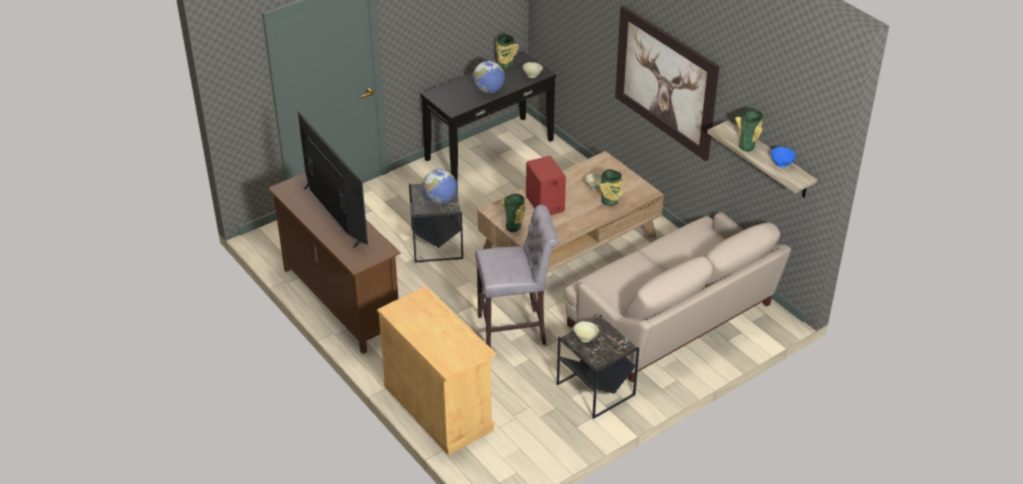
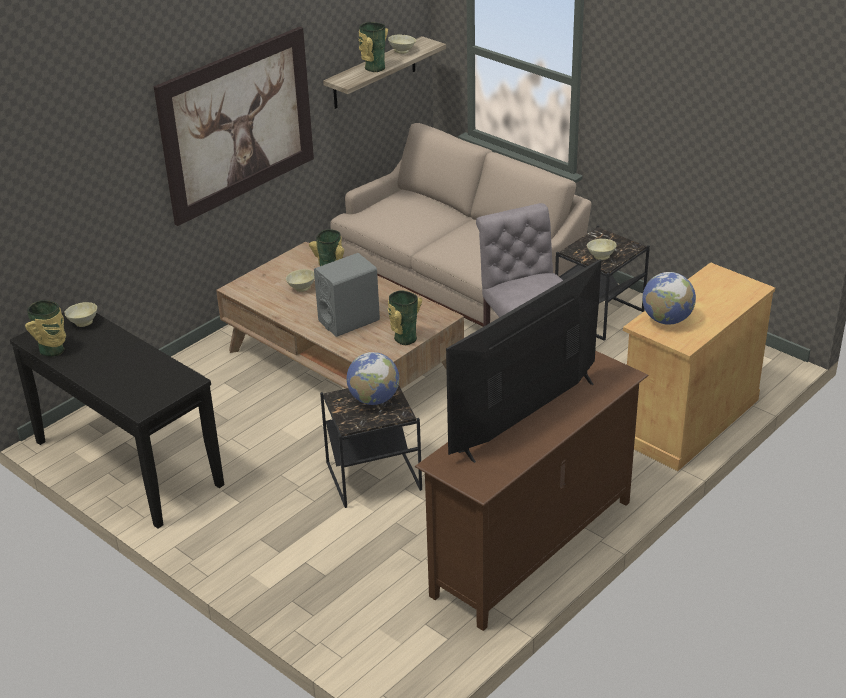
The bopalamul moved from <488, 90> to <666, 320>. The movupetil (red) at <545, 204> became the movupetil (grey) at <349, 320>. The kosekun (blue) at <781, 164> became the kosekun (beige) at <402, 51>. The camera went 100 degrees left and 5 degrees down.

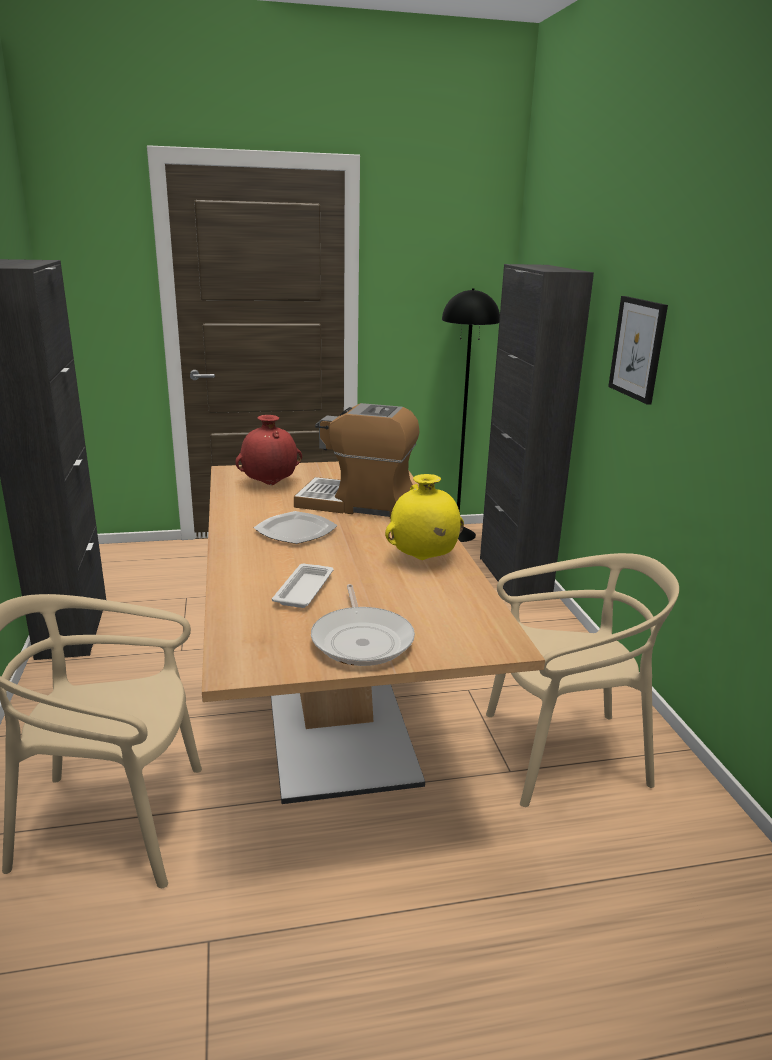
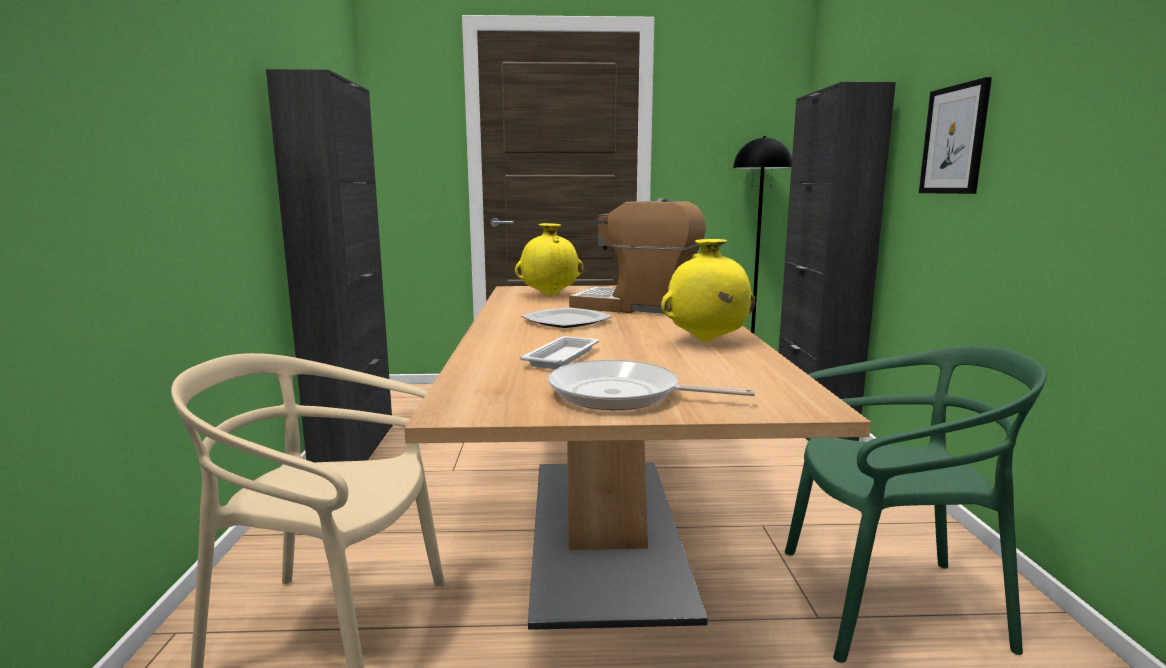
The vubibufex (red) at <270, 484> became the vubibufex (yellow) at <550, 295>. The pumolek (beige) at <564, 753> became the pumolek (green) at <888, 603>. The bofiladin at <362, 640> turned 105 degrees clockwise. The camera went 10 degrees right and 10 degrees down.

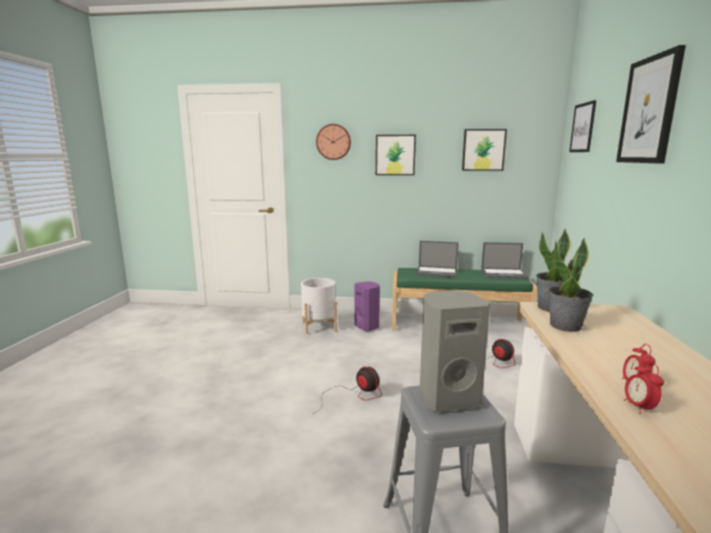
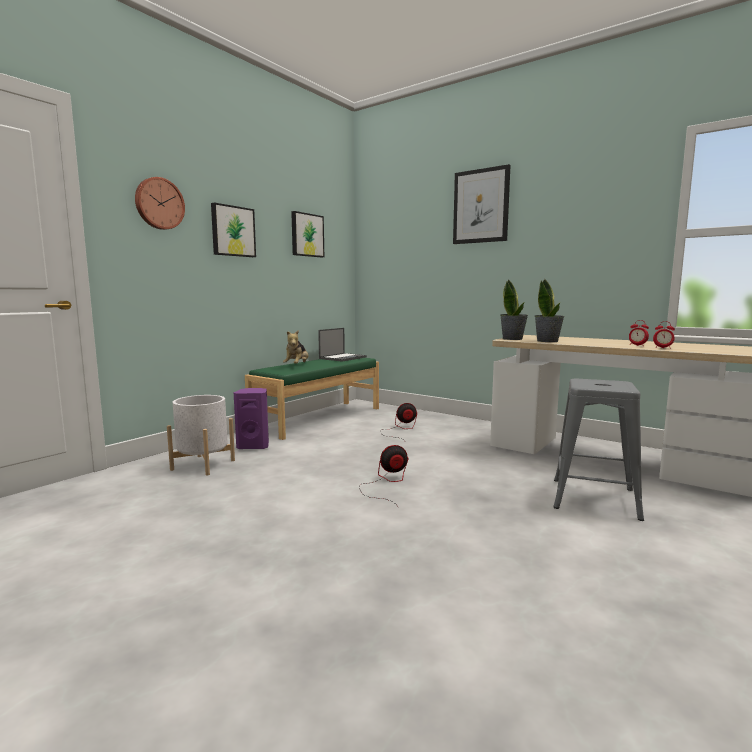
The movupetil (grey) at <447, 398> disappeared. The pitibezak at <582, 127> disappeared. The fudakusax at <437, 272> was replaced by the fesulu at <297, 365>. The camera went 60 degrees left and 5 degrees down.

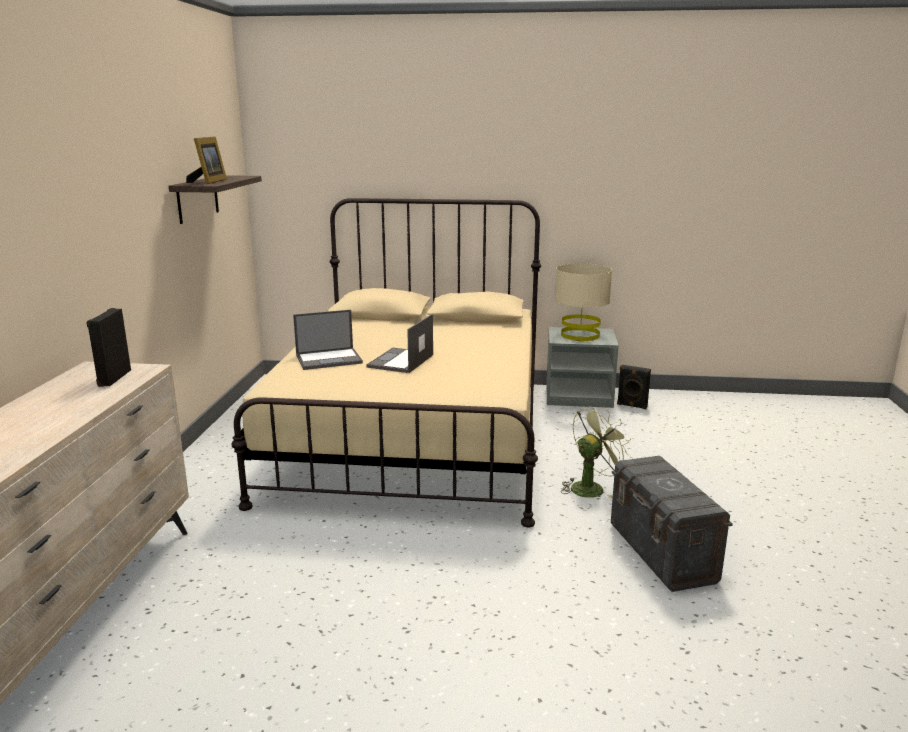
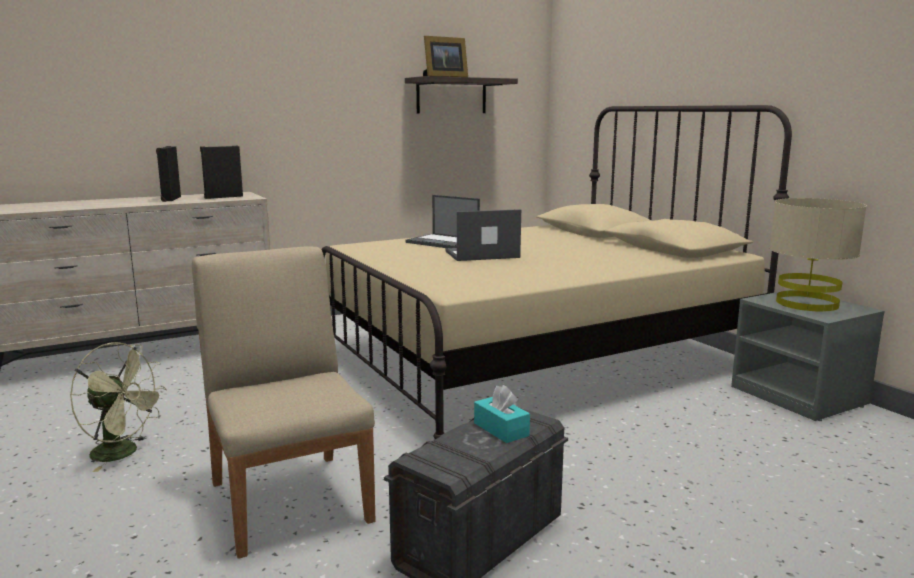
The pumolek (beige) at <290, 500> appeared. The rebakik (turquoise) at <501, 429> appeared. The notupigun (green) moved from <591, 487> to <123, 453>. The movupetil (black) moved from <632, 406> to <170, 199>. The camera went 55 degrees right and 5 degrees down.

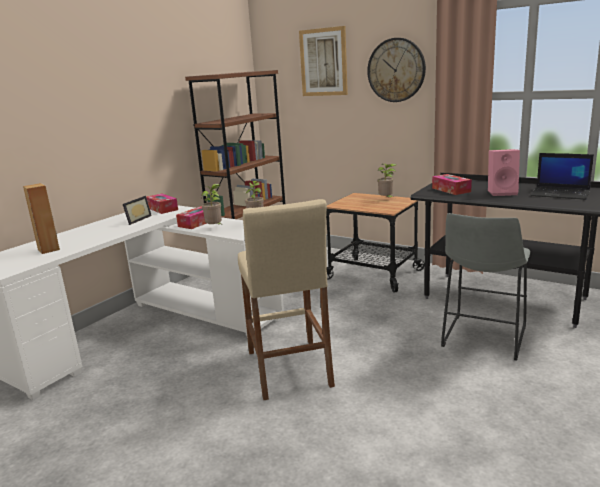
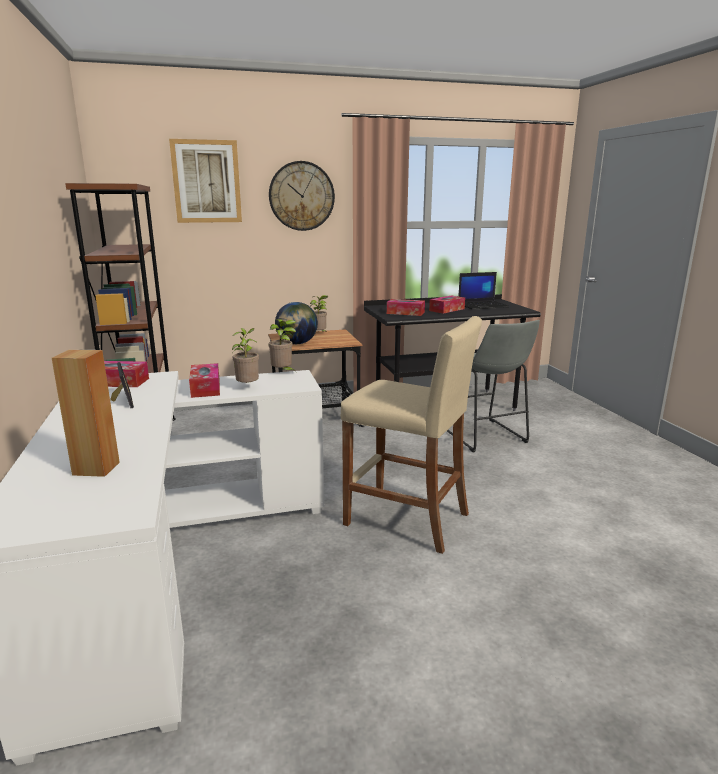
The bopalamul at <297, 343> appeared. The movupetil (pink) at <502, 192> was replaced by the rebakik at <447, 310>. The camera went 50 degrees left and 0 degrees up.

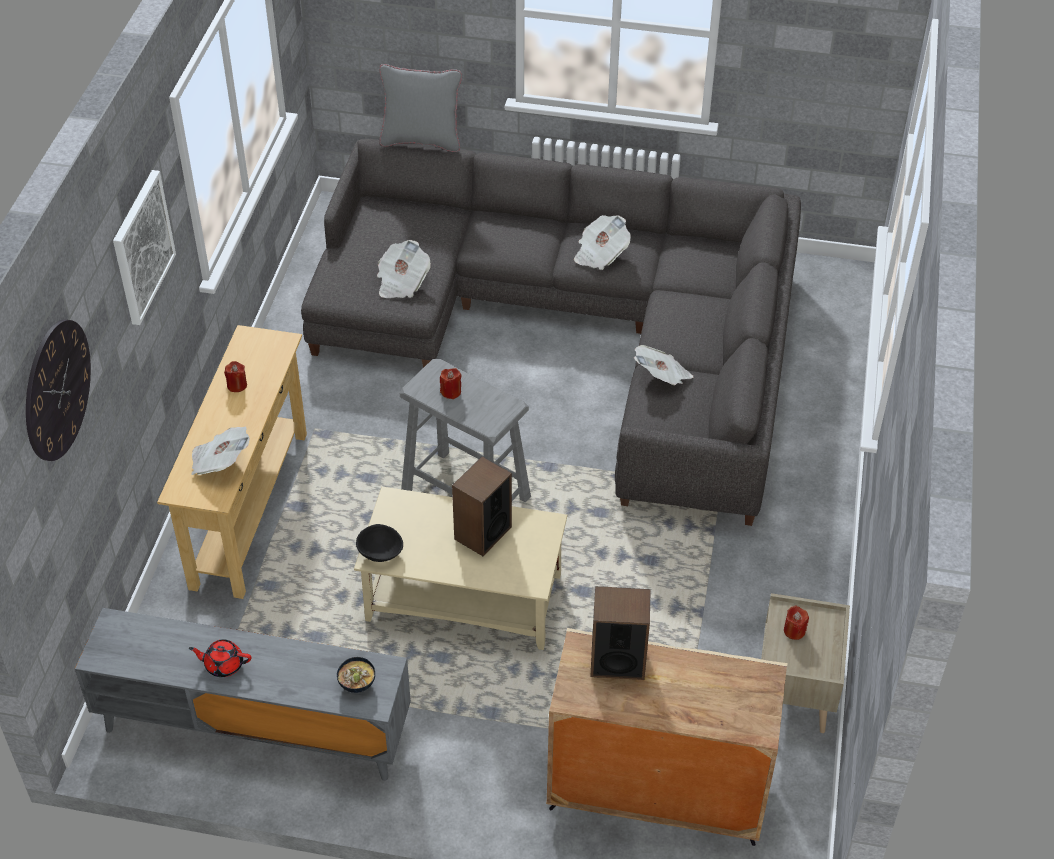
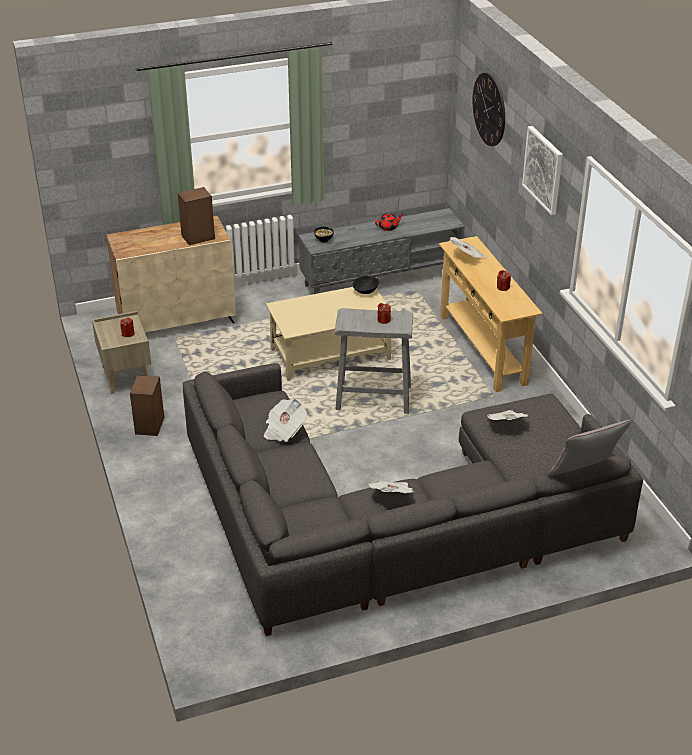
The movupetil moved from <482, 533> to <150, 425>. The camera went 150 degrees right and 10 degrees down.

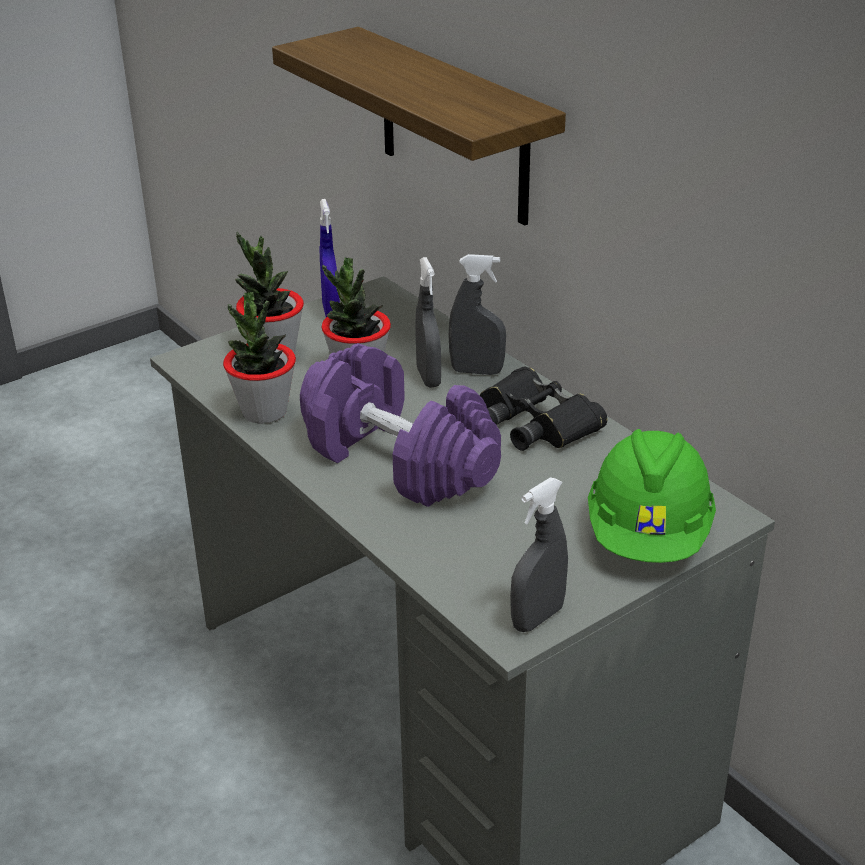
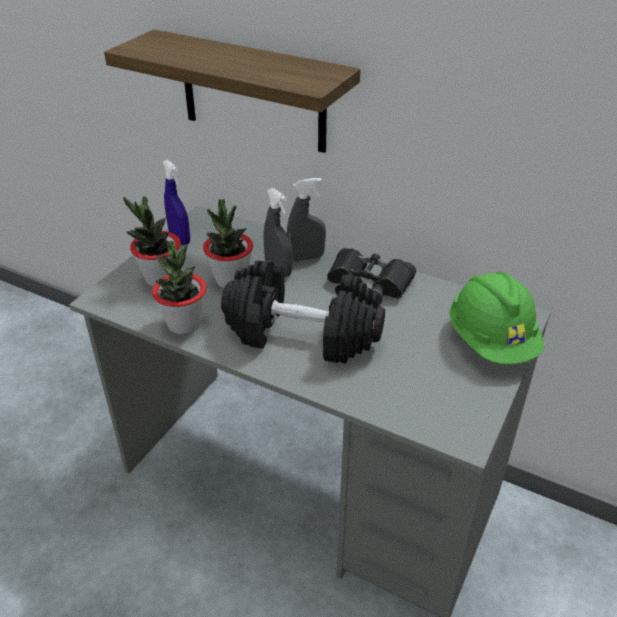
The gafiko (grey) at <537, 618> disappeared. The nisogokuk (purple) at <401, 459> became the nisogokuk (black) at <303, 334>. The camera went 25 degrees left and 5 degrees up.

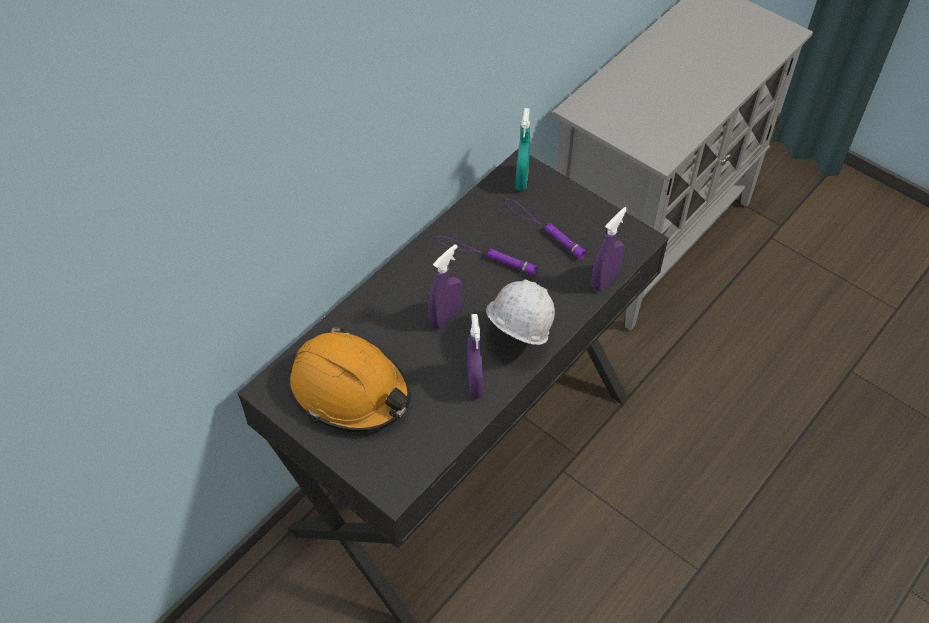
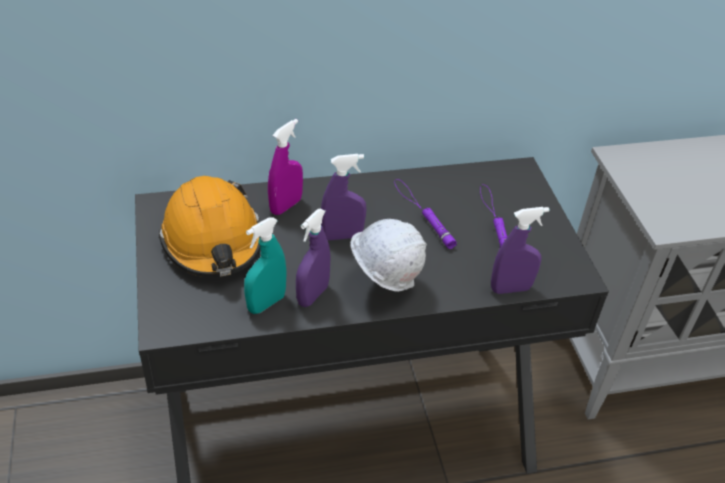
The gafiko (purple) at <286, 206> appeared. The gafiko (turquoise) moved from <521, 180> to <266, 303>. The camera went 35 degrees right and 10 degrees down.

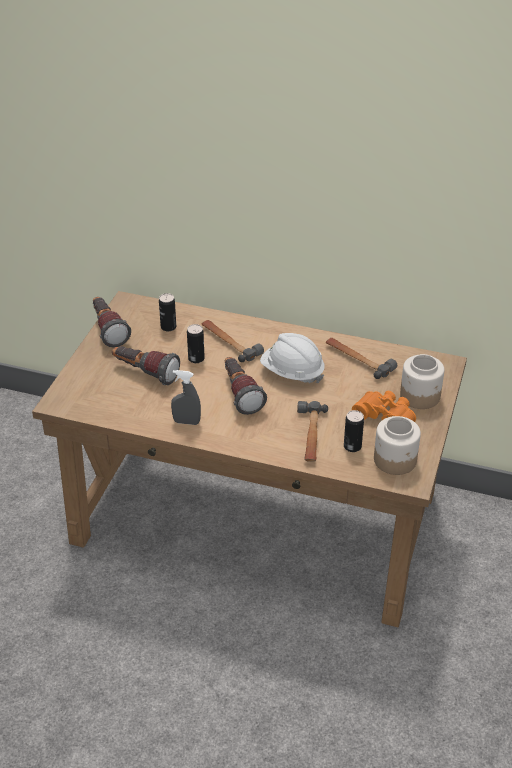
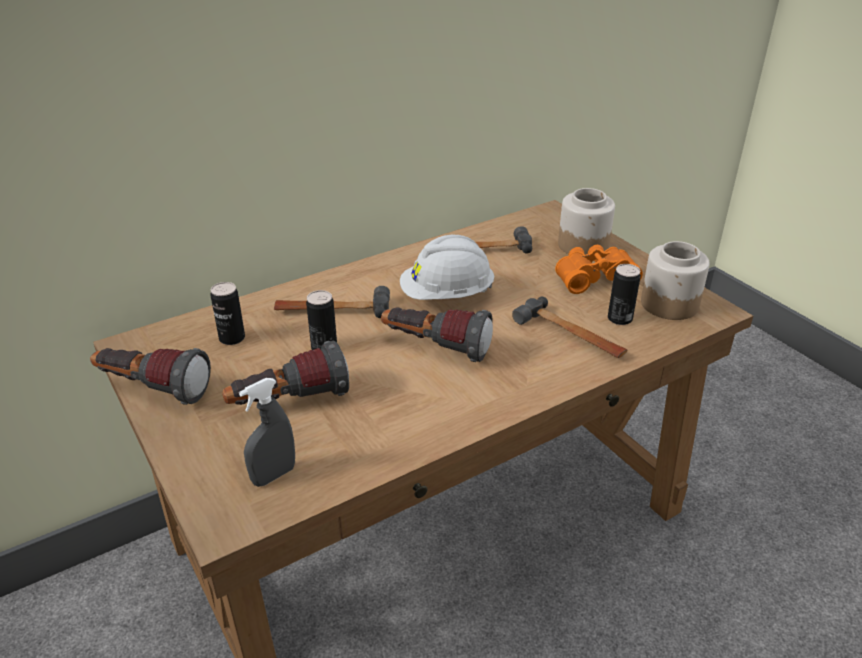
The gafiko (grey) moved from <186, 422> to <273, 475>. The camera went 50 degrees left and 5 degrees down.

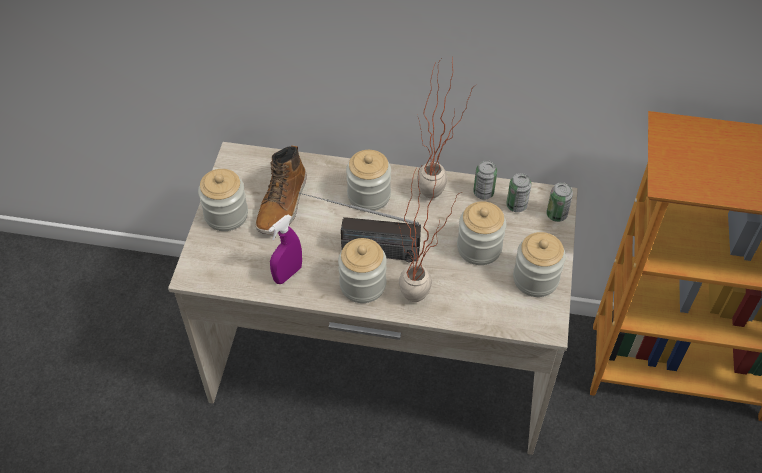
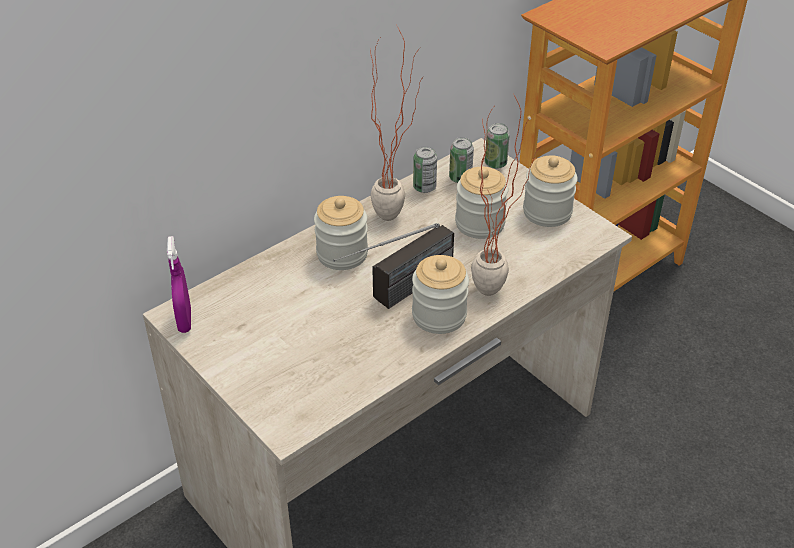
The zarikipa at <226, 215> disappeared. The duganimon at <283, 204> disappeared. The gafiko (purple) moved from <288, 274> to <184, 320>. The camera went 50 degrees left and 10 degrees down.

